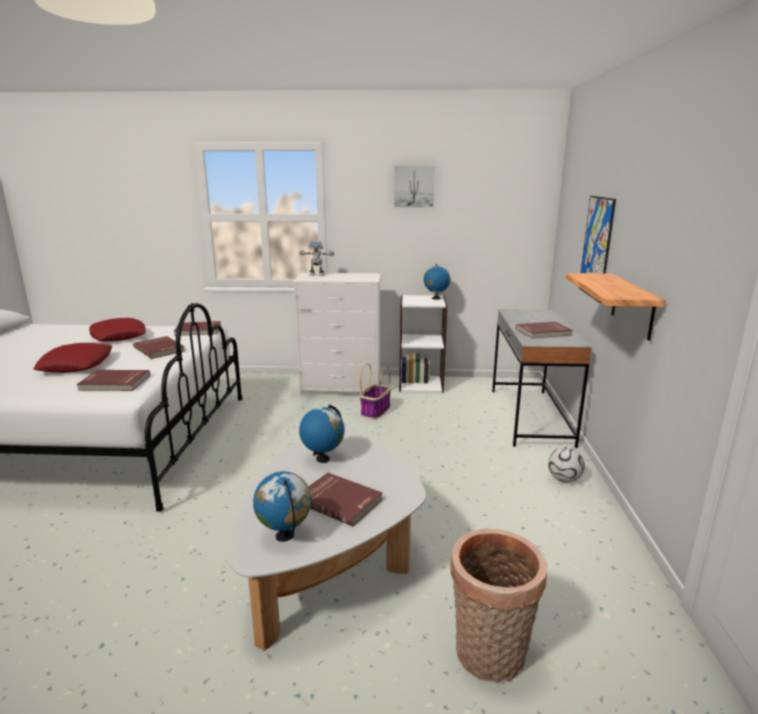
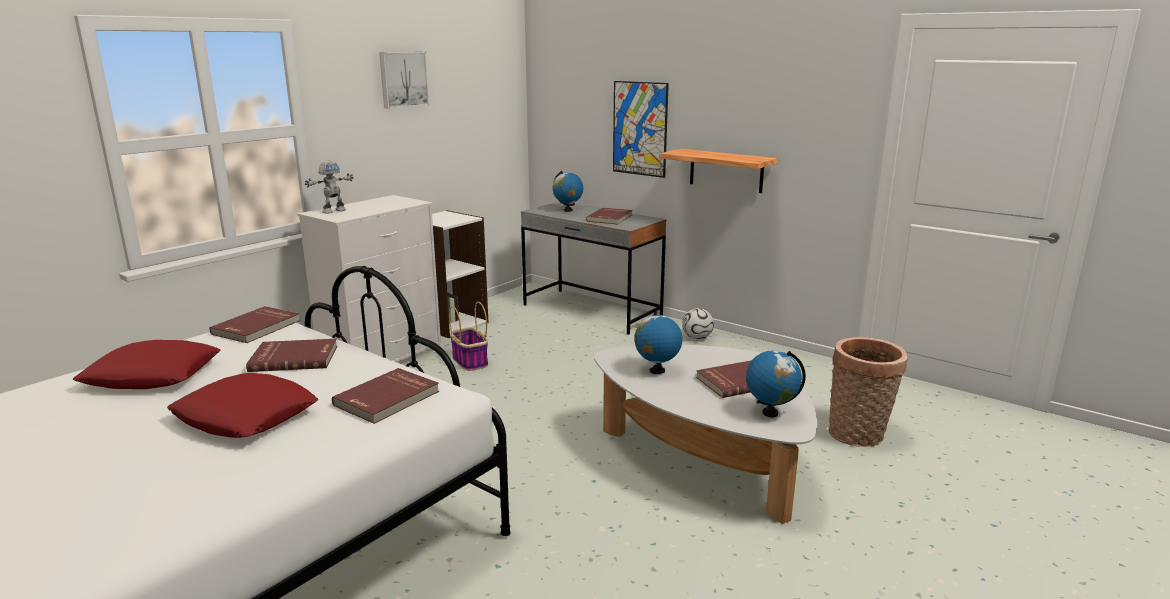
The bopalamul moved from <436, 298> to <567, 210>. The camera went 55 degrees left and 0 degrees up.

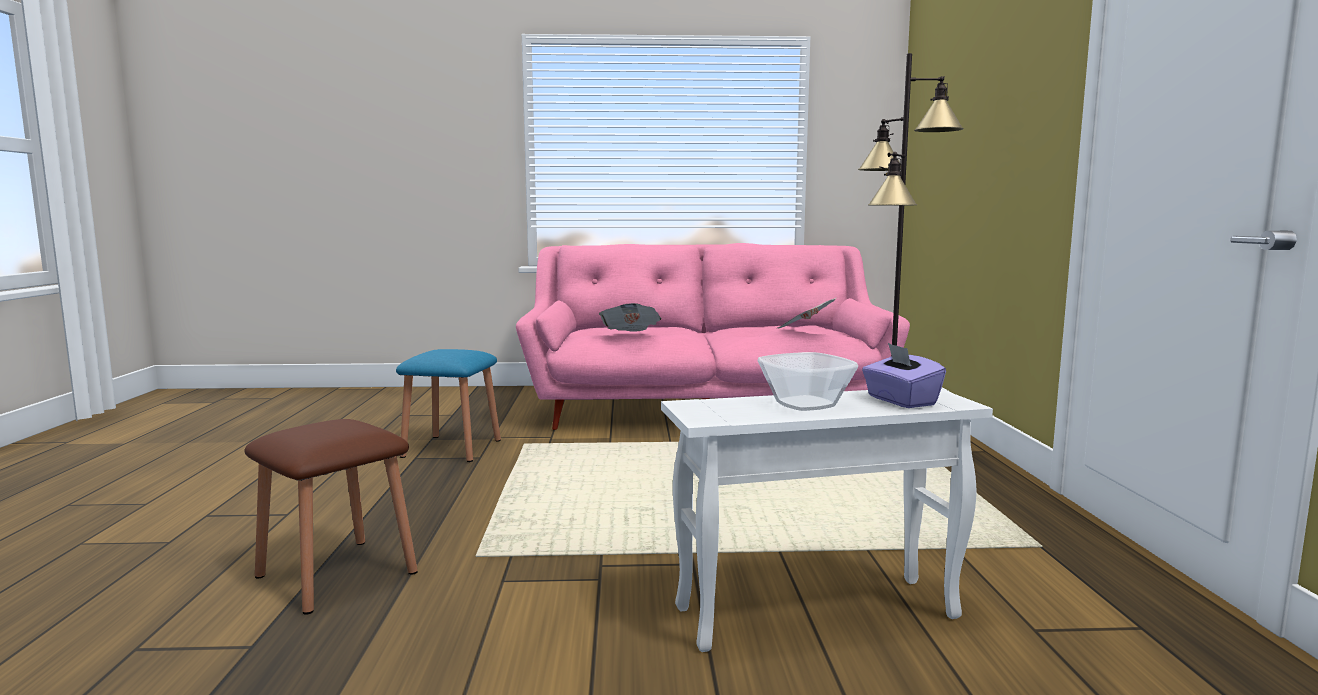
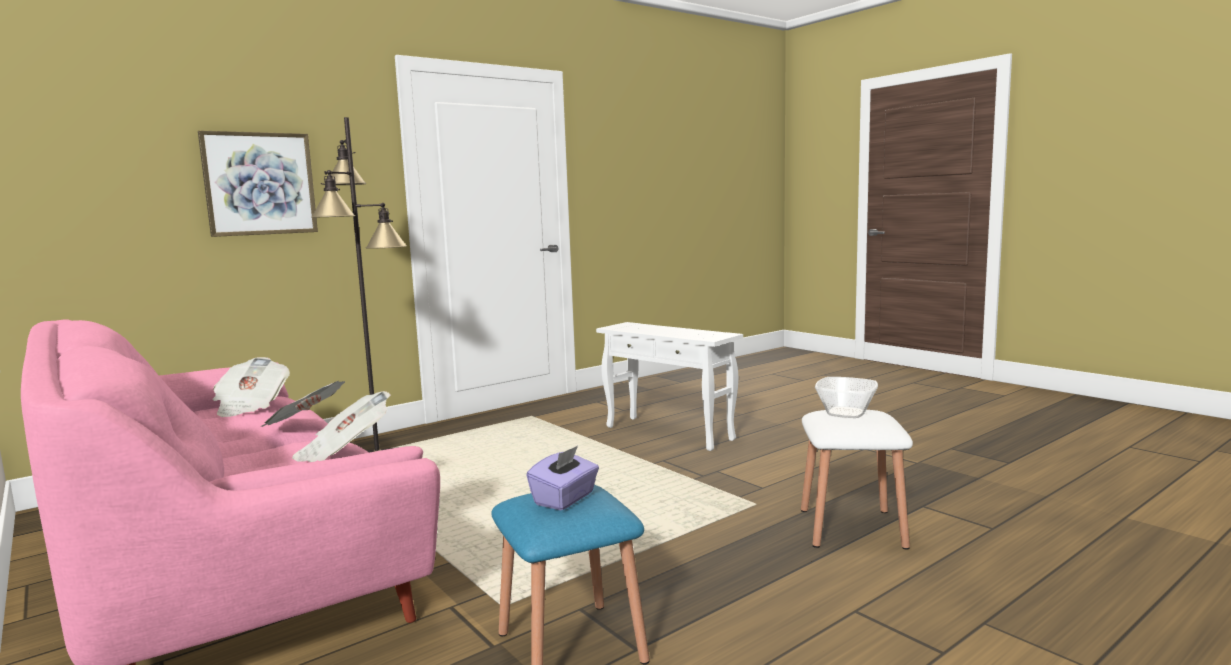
The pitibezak at <260, 184> appeared. The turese at <305, 425> appeared. The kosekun moved from <807, 404> to <845, 413>. The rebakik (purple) moved from <900, 401> to <565, 499>. The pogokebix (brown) at <336, 574> became the pogokebix (white) at <851, 528>. The camera went 125 degrees left and 0 degrees up.

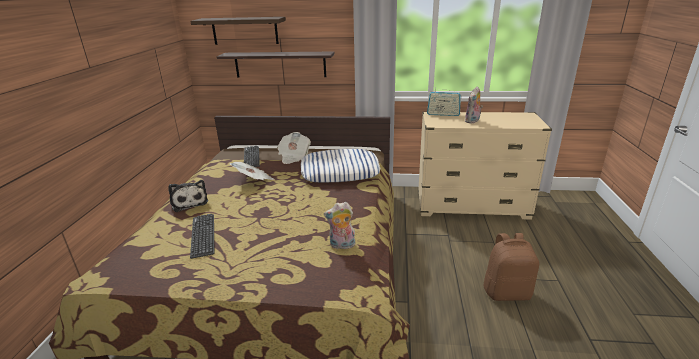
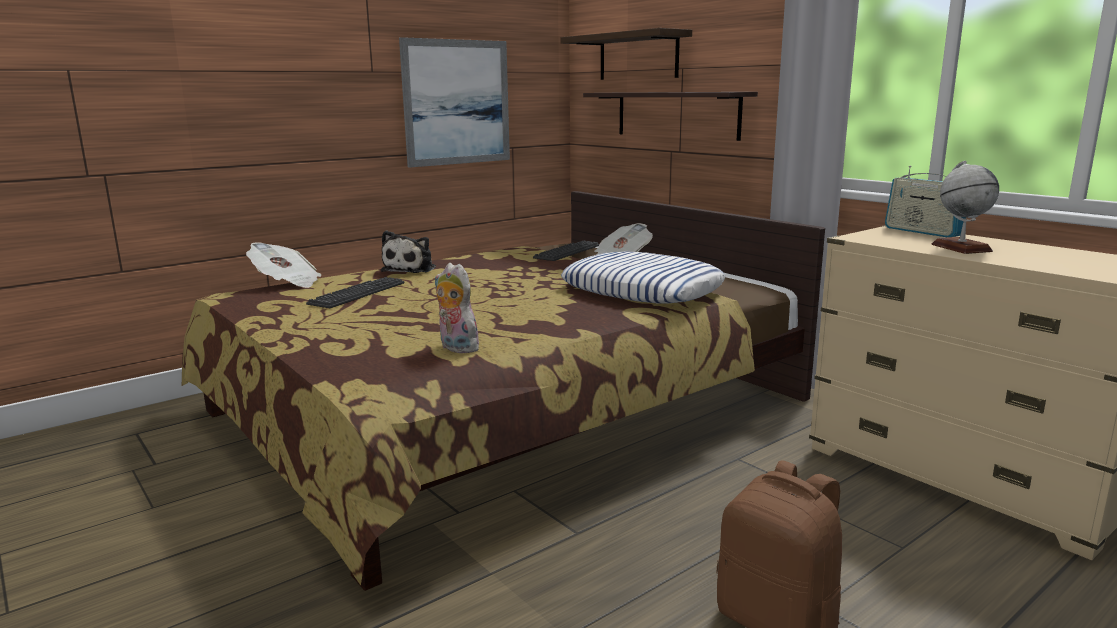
The pitibezak at <457, 102> appeared. The turese moved from <254, 181> to <287, 283>. The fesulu at <472, 121> was replaced by the bopalamul at <960, 248>. The camera went 45 degrees right and 10 degrees down.

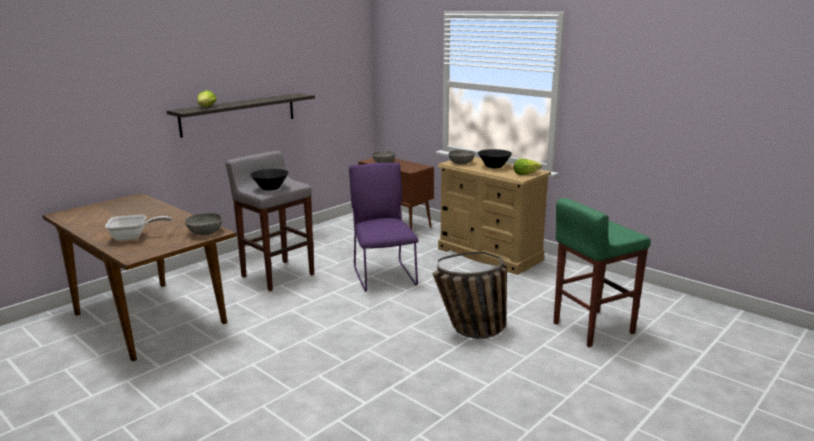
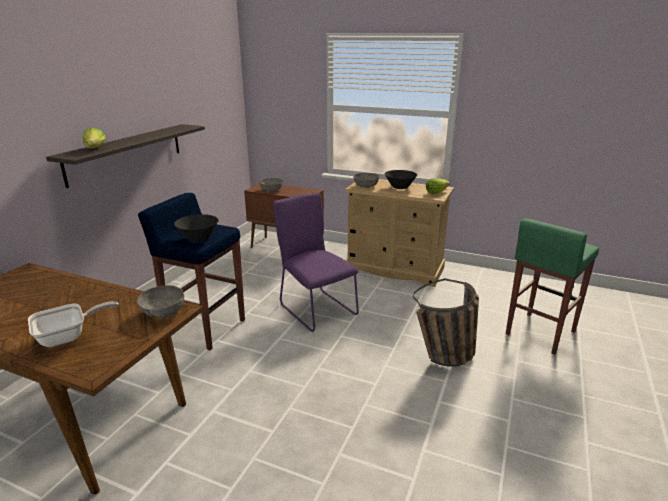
The pogokebix (grey) at <277, 275> became the pogokebix (blue) at <205, 328>. The camera went 20 degrees left and 5 degrees up.

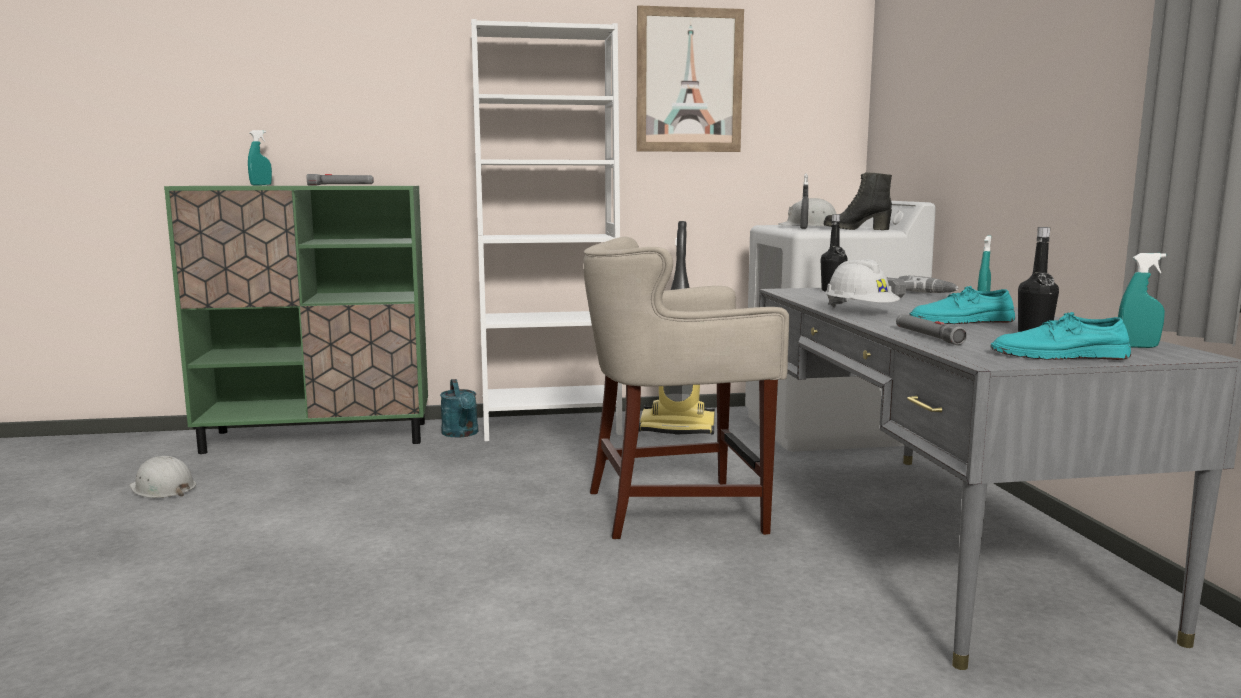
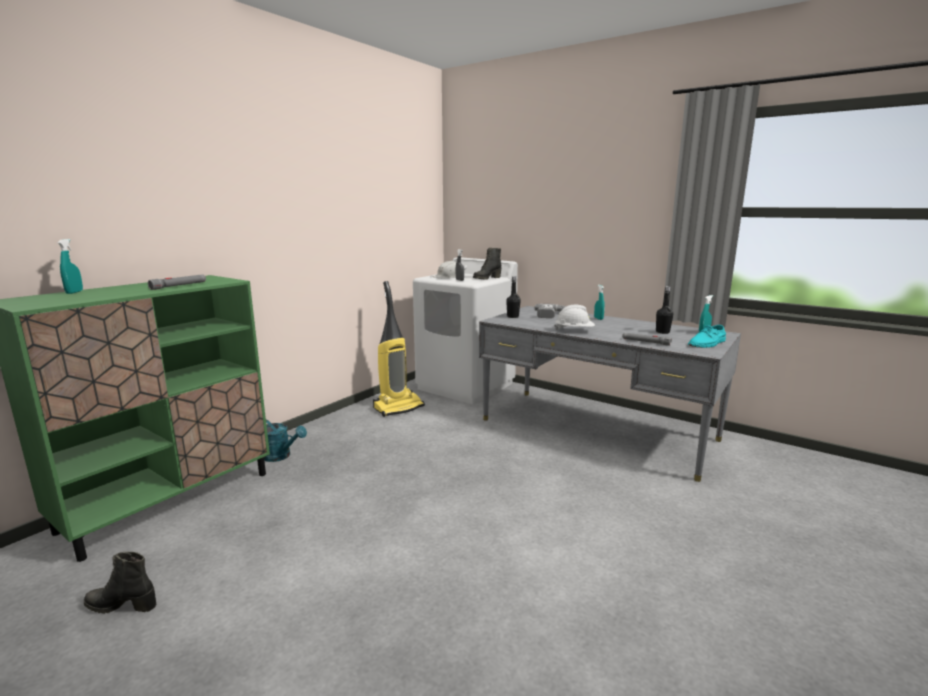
The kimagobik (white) at <550, 426> disappeared. The pogokebix (beige) at <677, 510> disappeared. The pitibezak at <689, 80> disappeared. The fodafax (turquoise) at <962, 321> disappeared. The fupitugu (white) at <162, 488> was replaced by the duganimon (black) at <122, 605>. The camera went 45 degrees left and 5 degrees up.

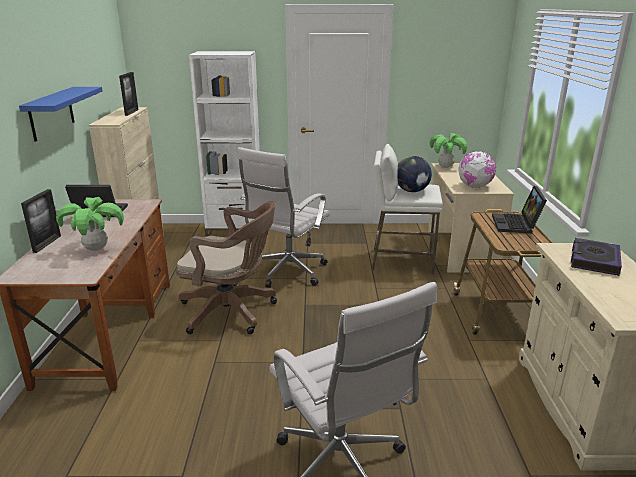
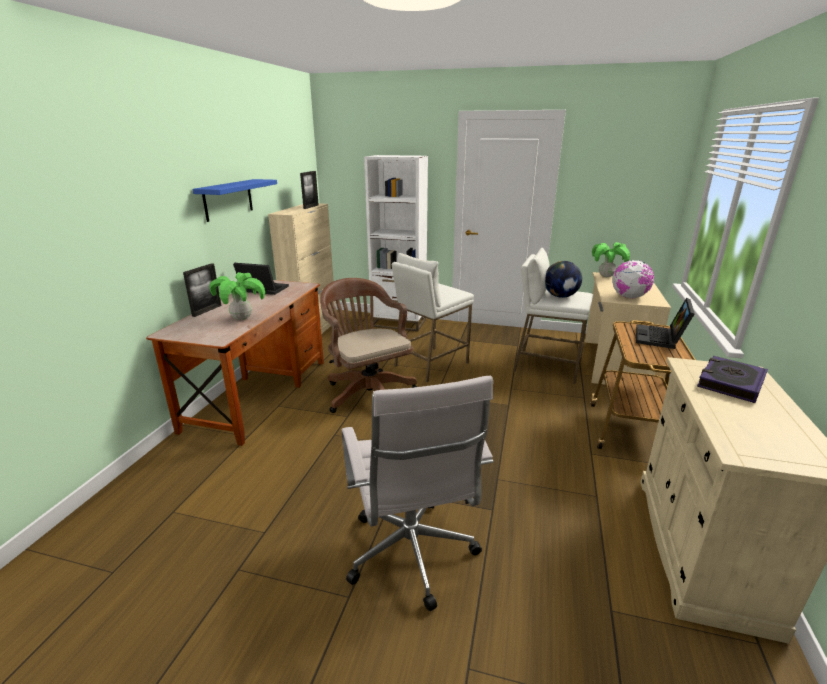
The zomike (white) at <287, 273> was replaced by the pogokebix (white) at <430, 364>. The zomike (brown) at <232, 312> turned 150 degrees counterclockwise. The camera went 15 degrees right and 0 degrees up.

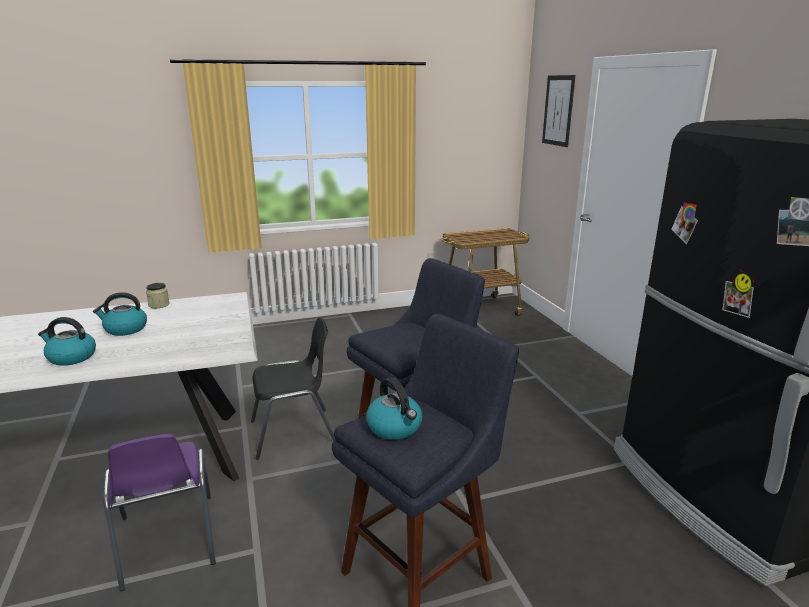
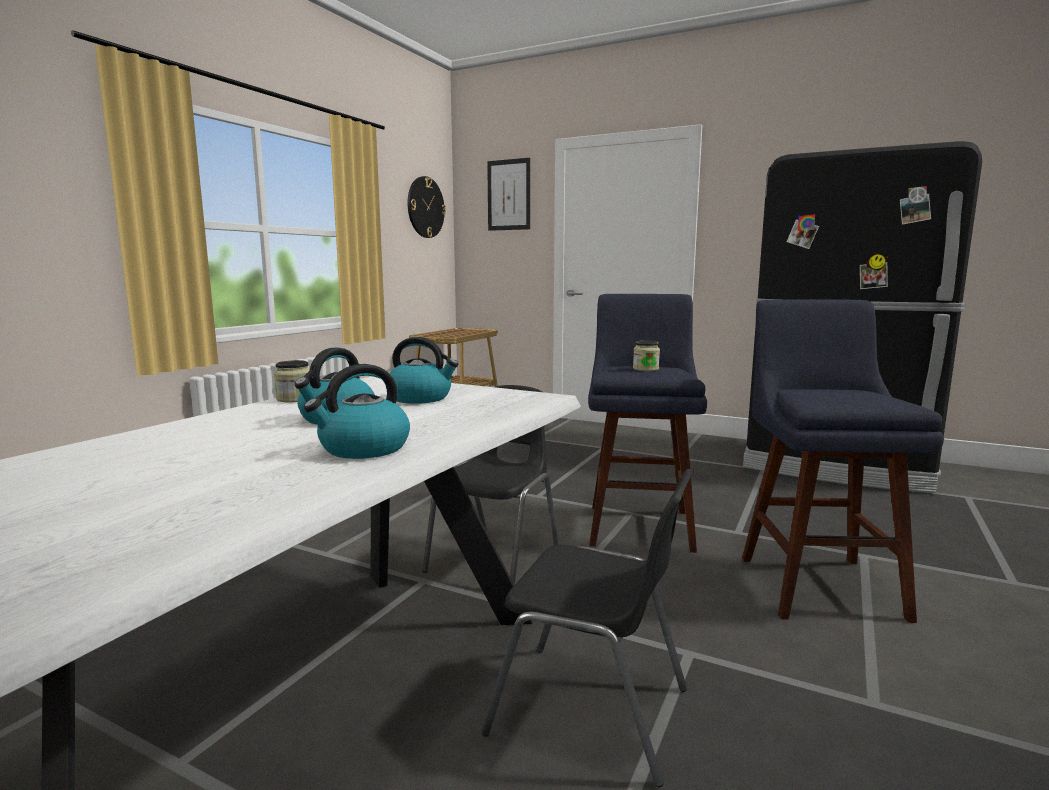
The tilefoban at <425, 207> appeared. The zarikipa at <645, 369> appeared. The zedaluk moved from <395, 427> to <420, 398>. The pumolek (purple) at <167, 541> became the pumolek (black) at <593, 711>. The camera went 45 degrees left and 10 degrees down.

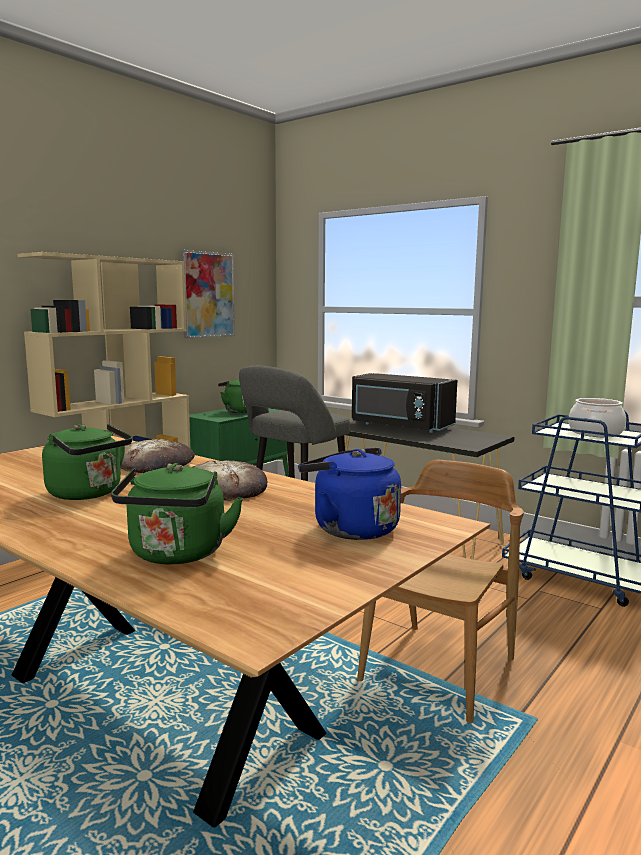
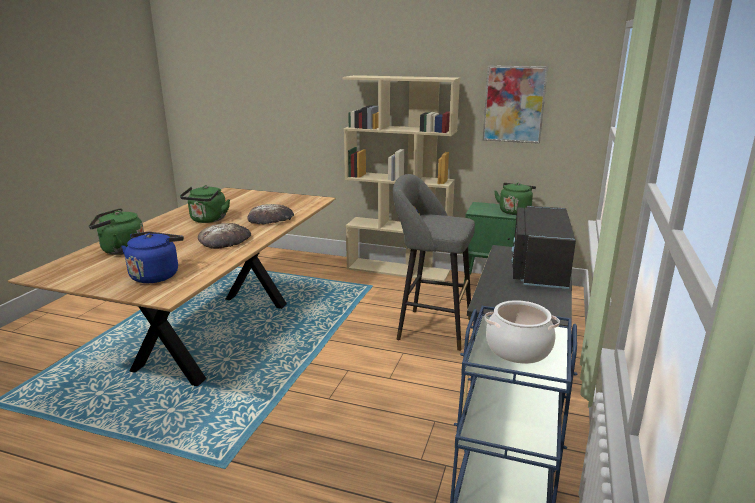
The pumolek (brown) at <439, 670> disappeared. The camera went 70 degrees right and 10 degrees up.

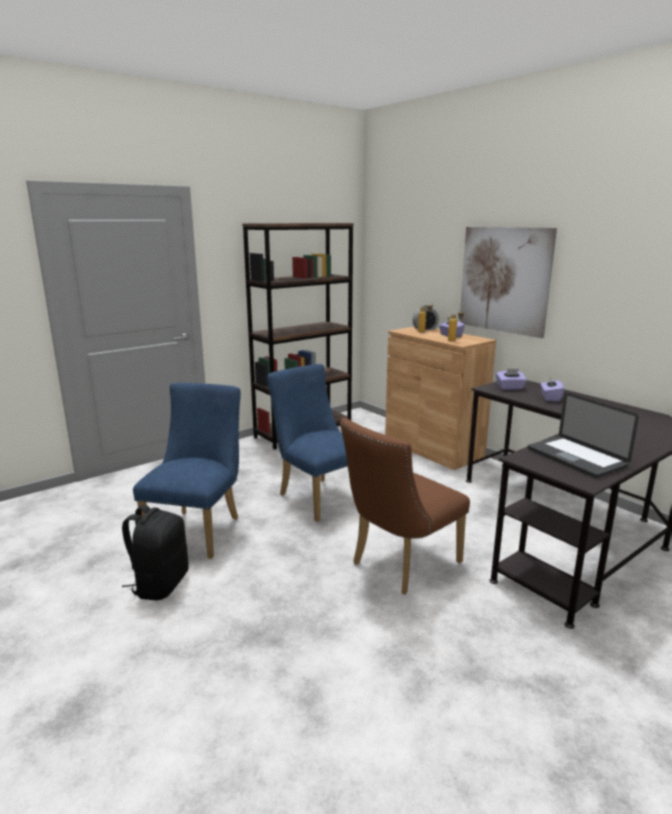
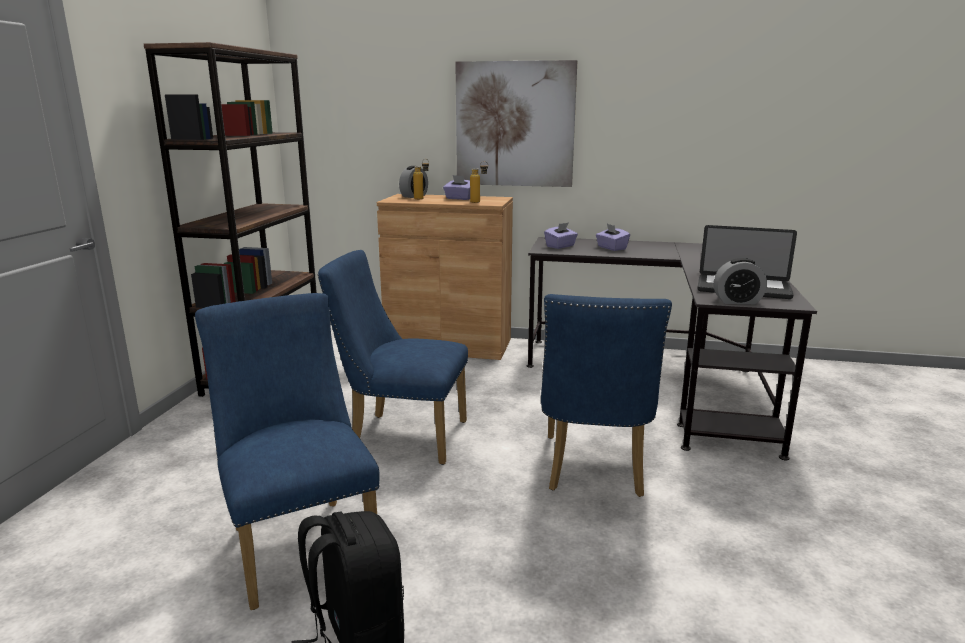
The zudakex at <737, 301> appeared. The pumolek (brown) at <399, 565> became the pumolek (blue) at <593, 471>. The camera went 40 degrees left and 0 degrees up.

